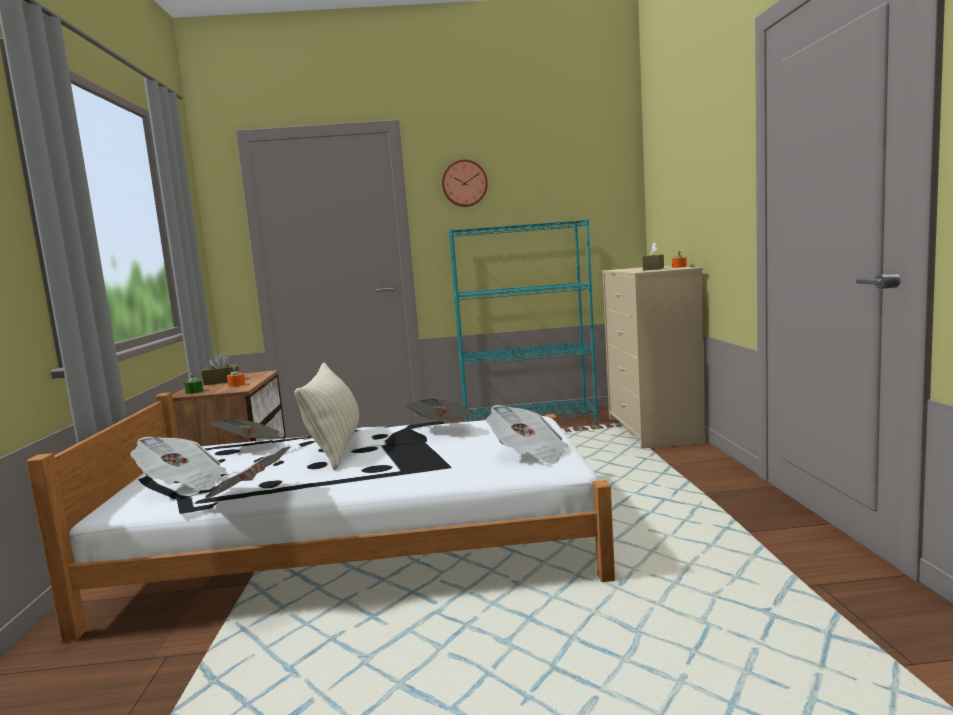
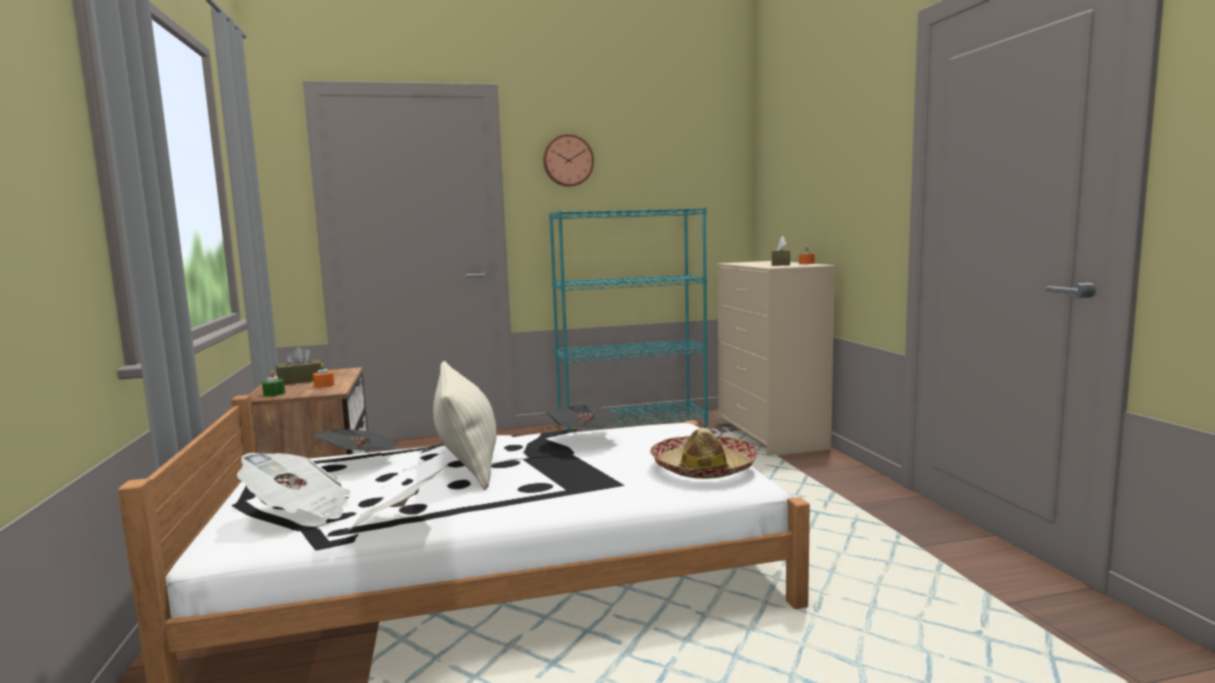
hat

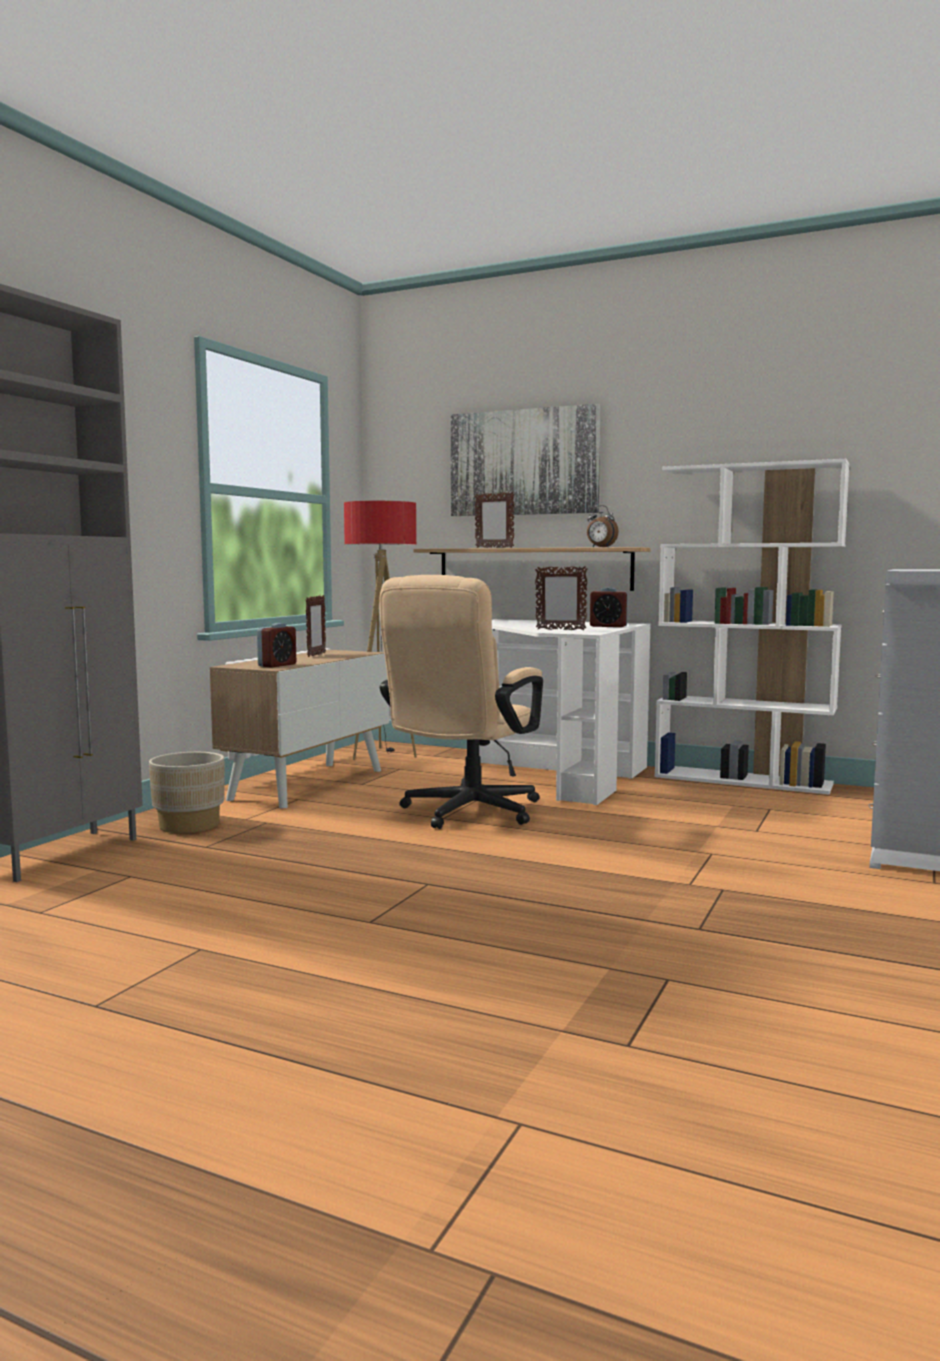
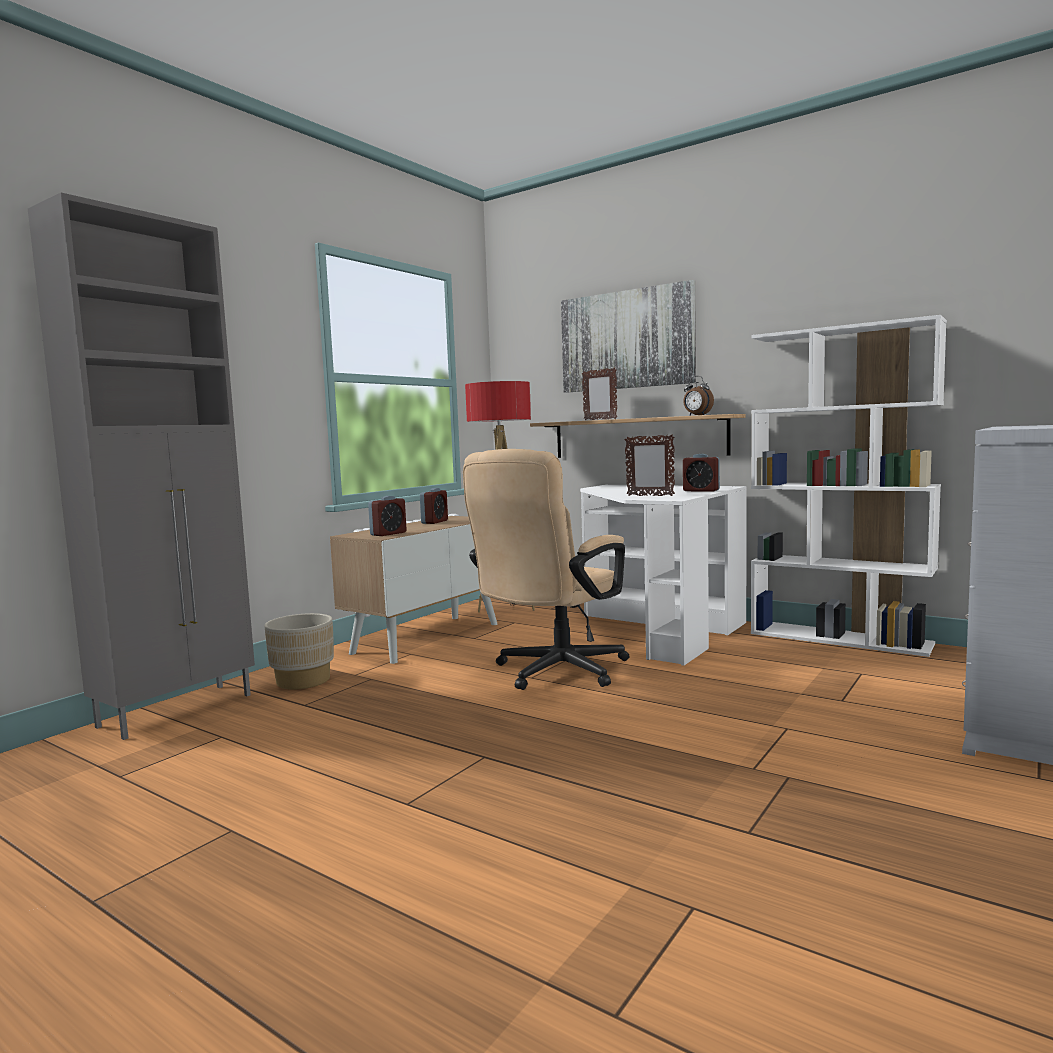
alarm clock (no. 2 from left)

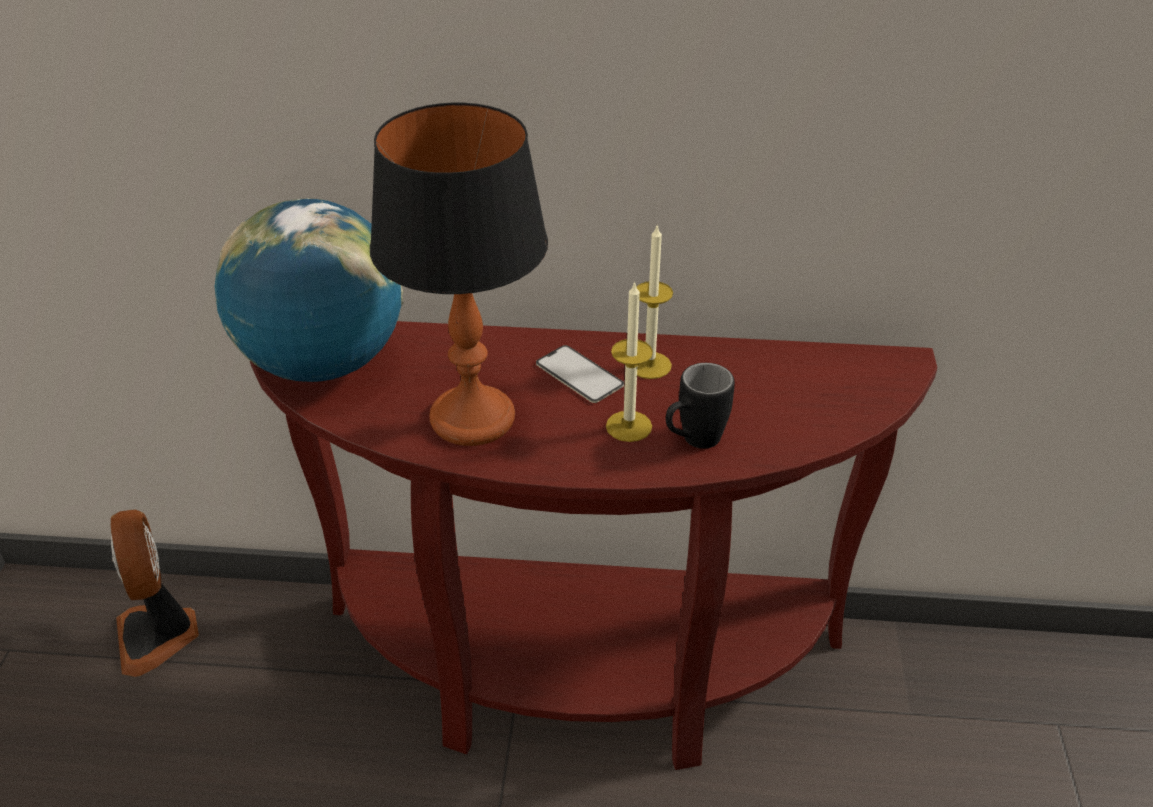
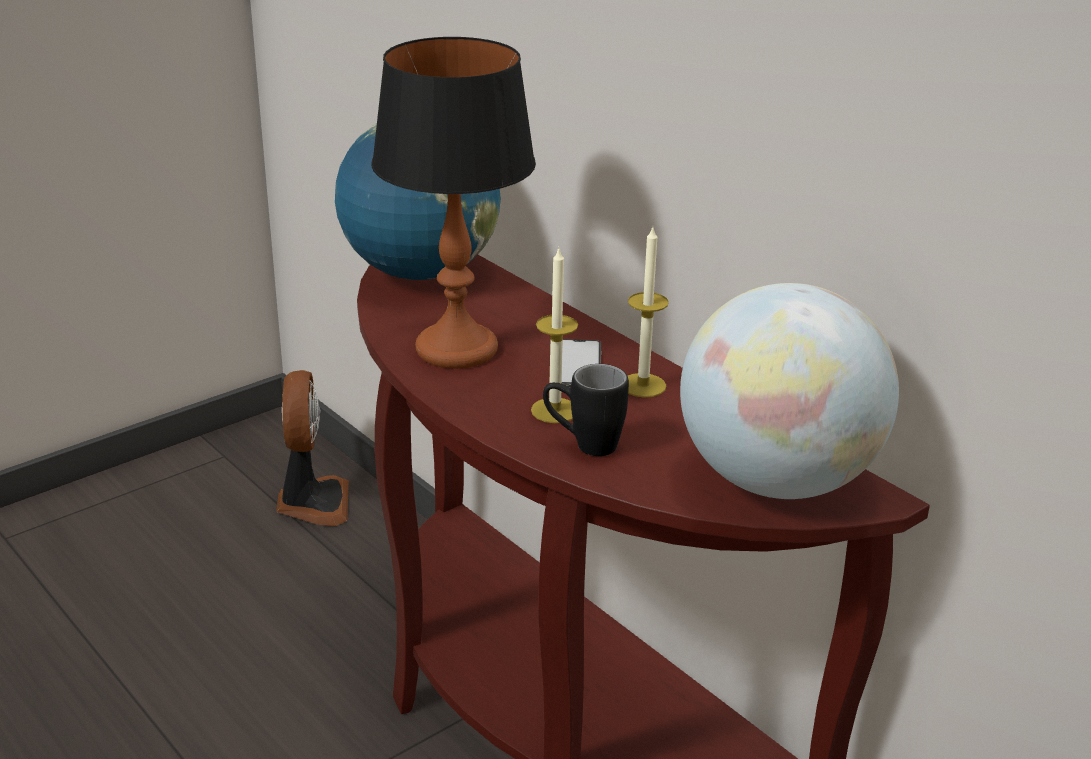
fan
globe (no. 2 from left)

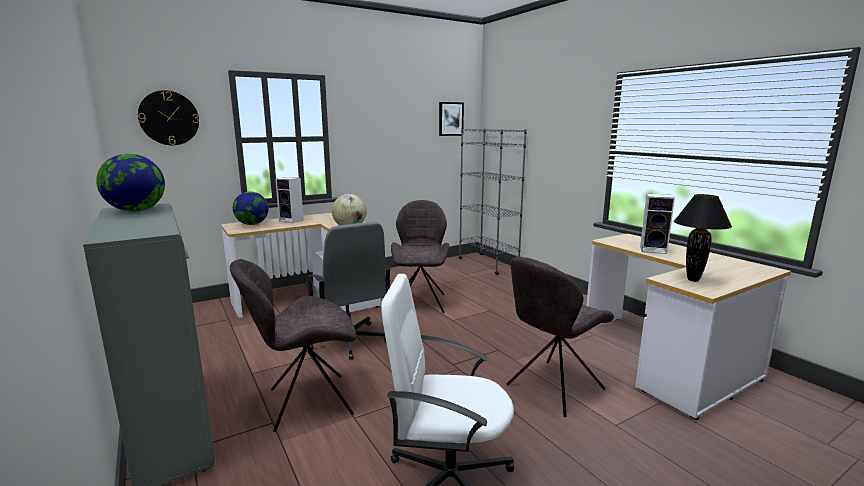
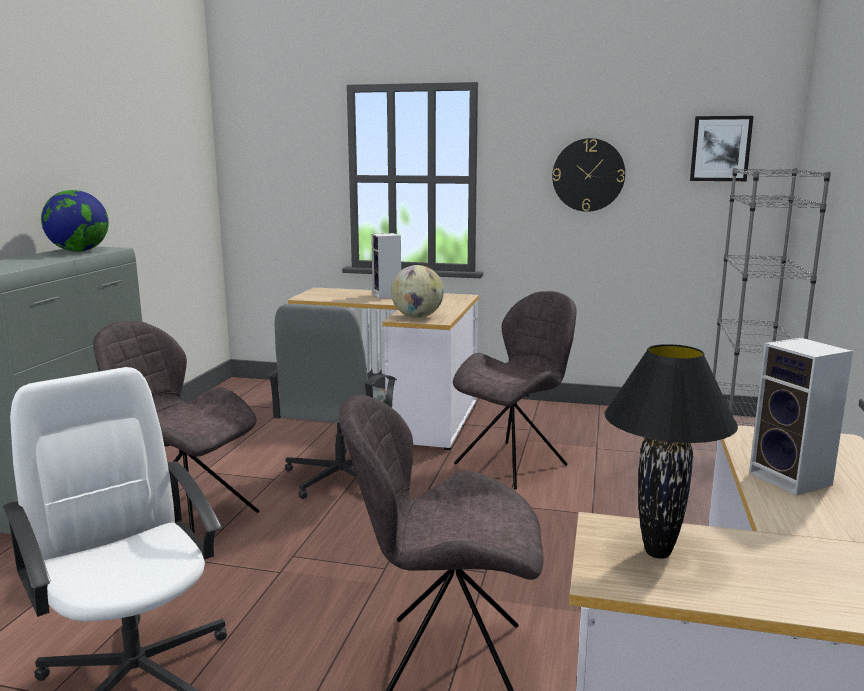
wall clock
globe (no. 2 from left in the first image)

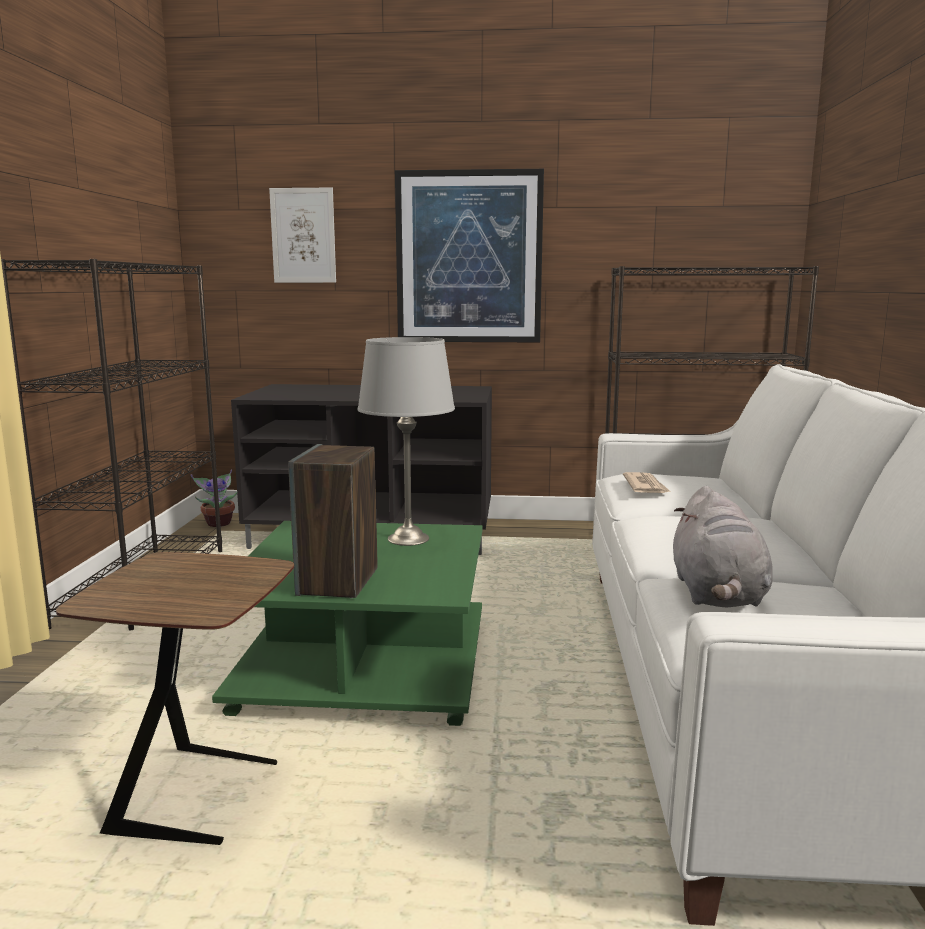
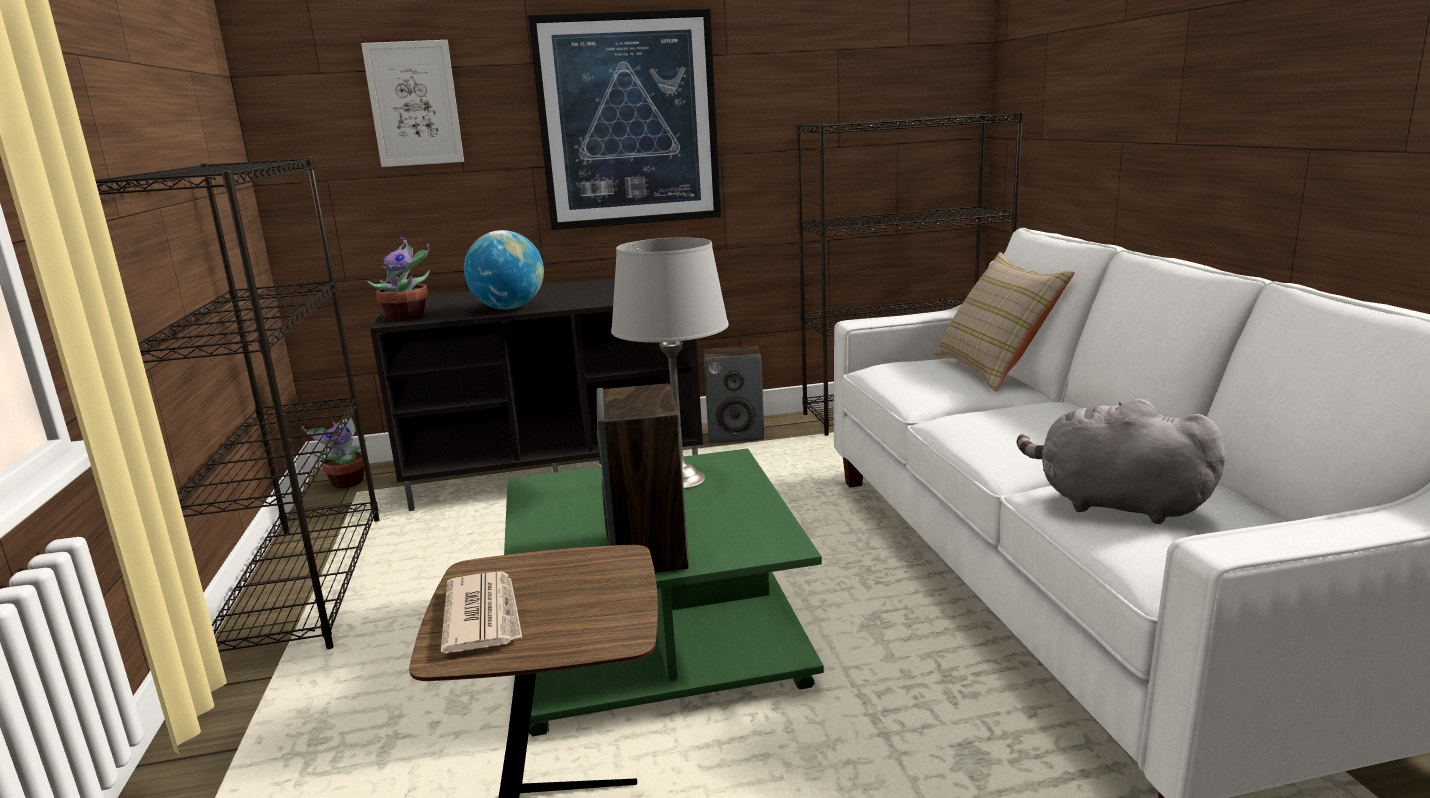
newspaper
grey plush toy
globe
potted plant (no. 2 from left)
beige pillow
speaker (no. 2 from left)

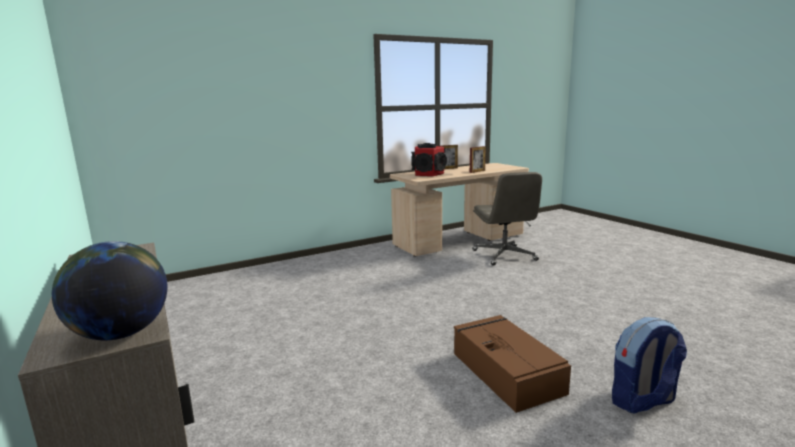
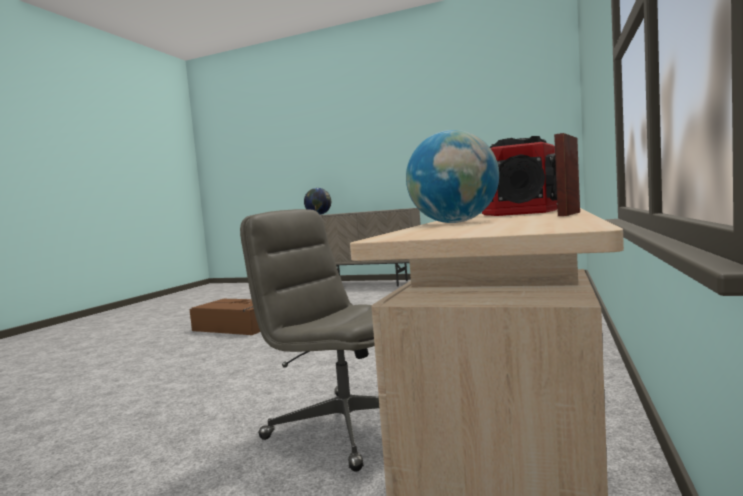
globe (no. 2 from left)
backpack

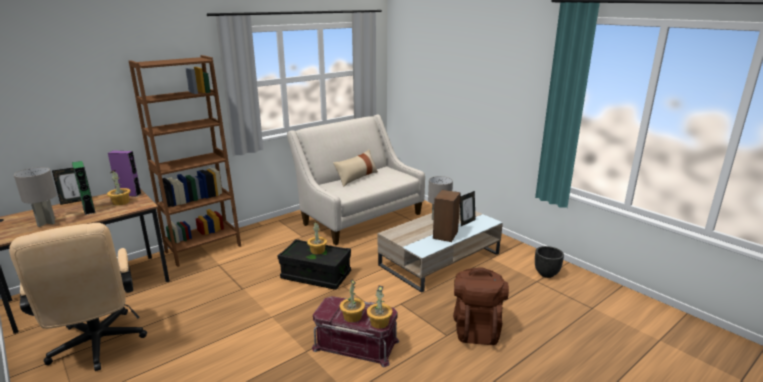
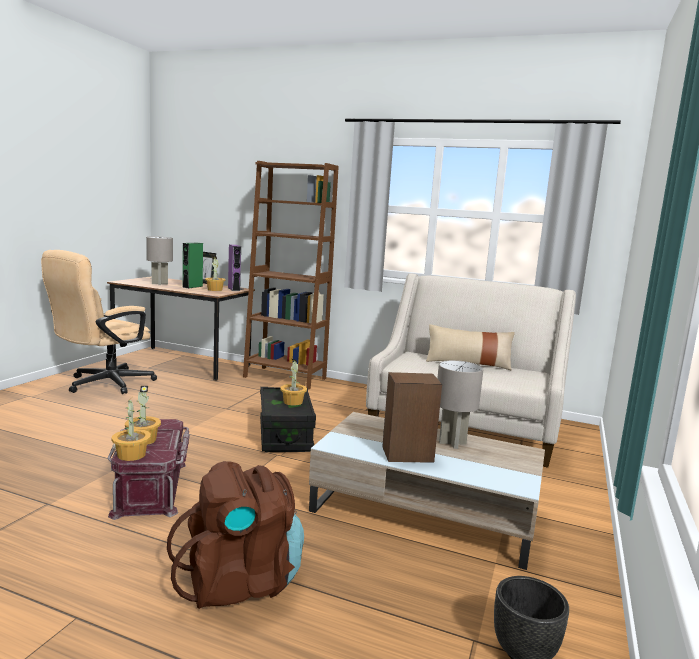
picture frame (no. 2 from left in the first image)

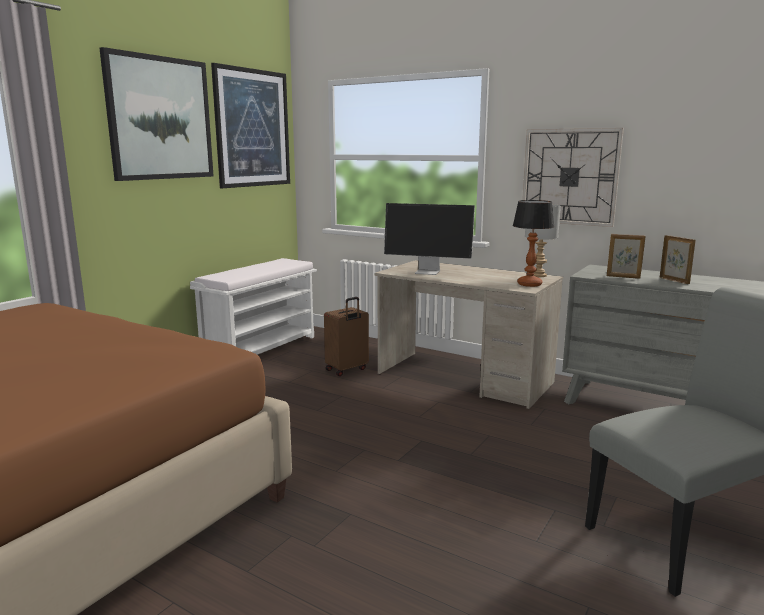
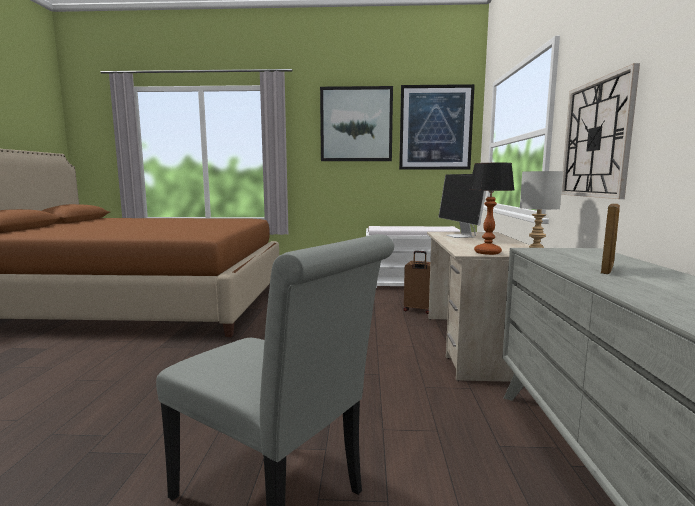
picture frame (no. 1 from left in the first image)

